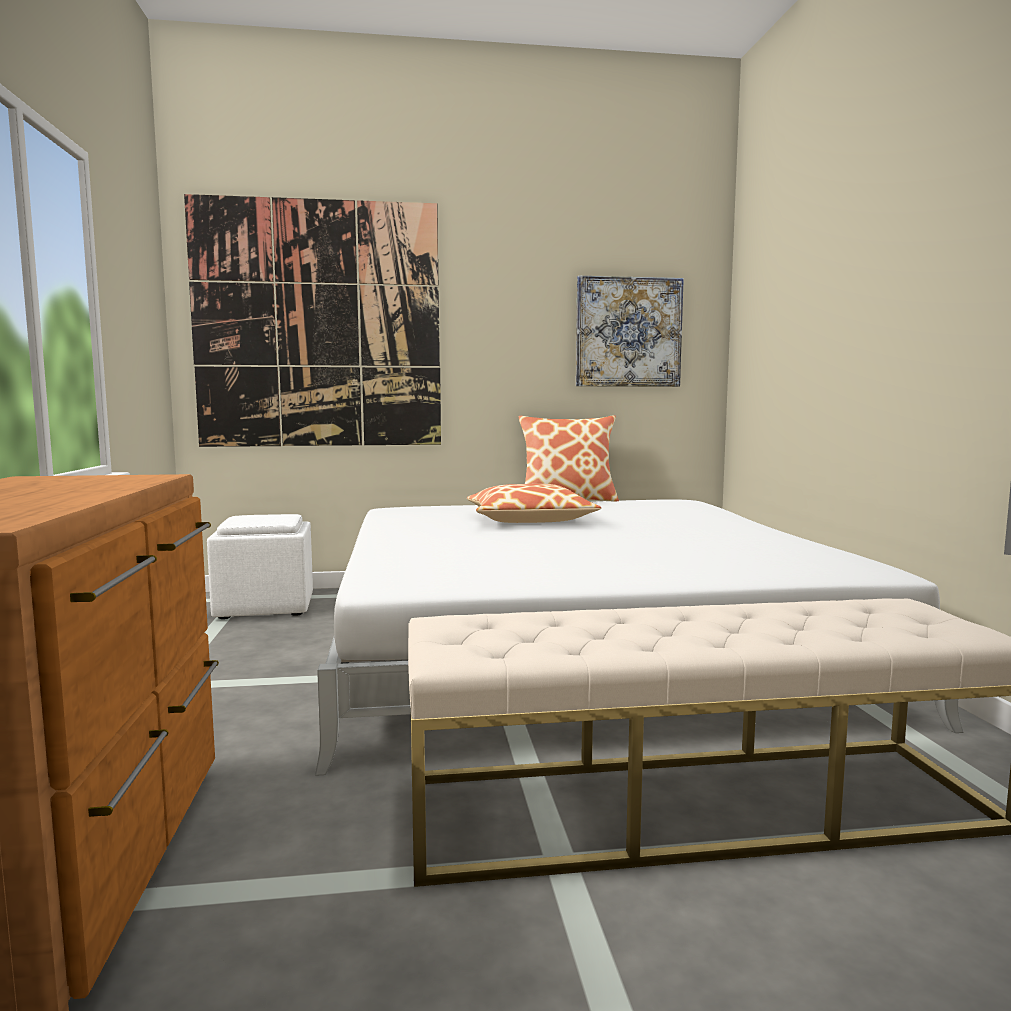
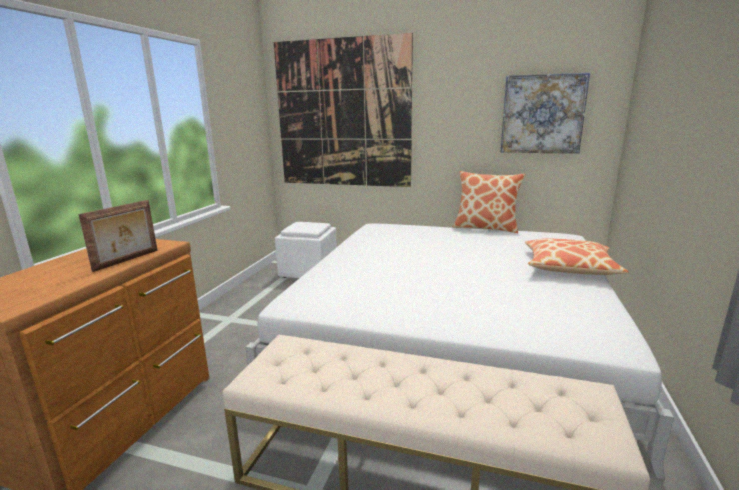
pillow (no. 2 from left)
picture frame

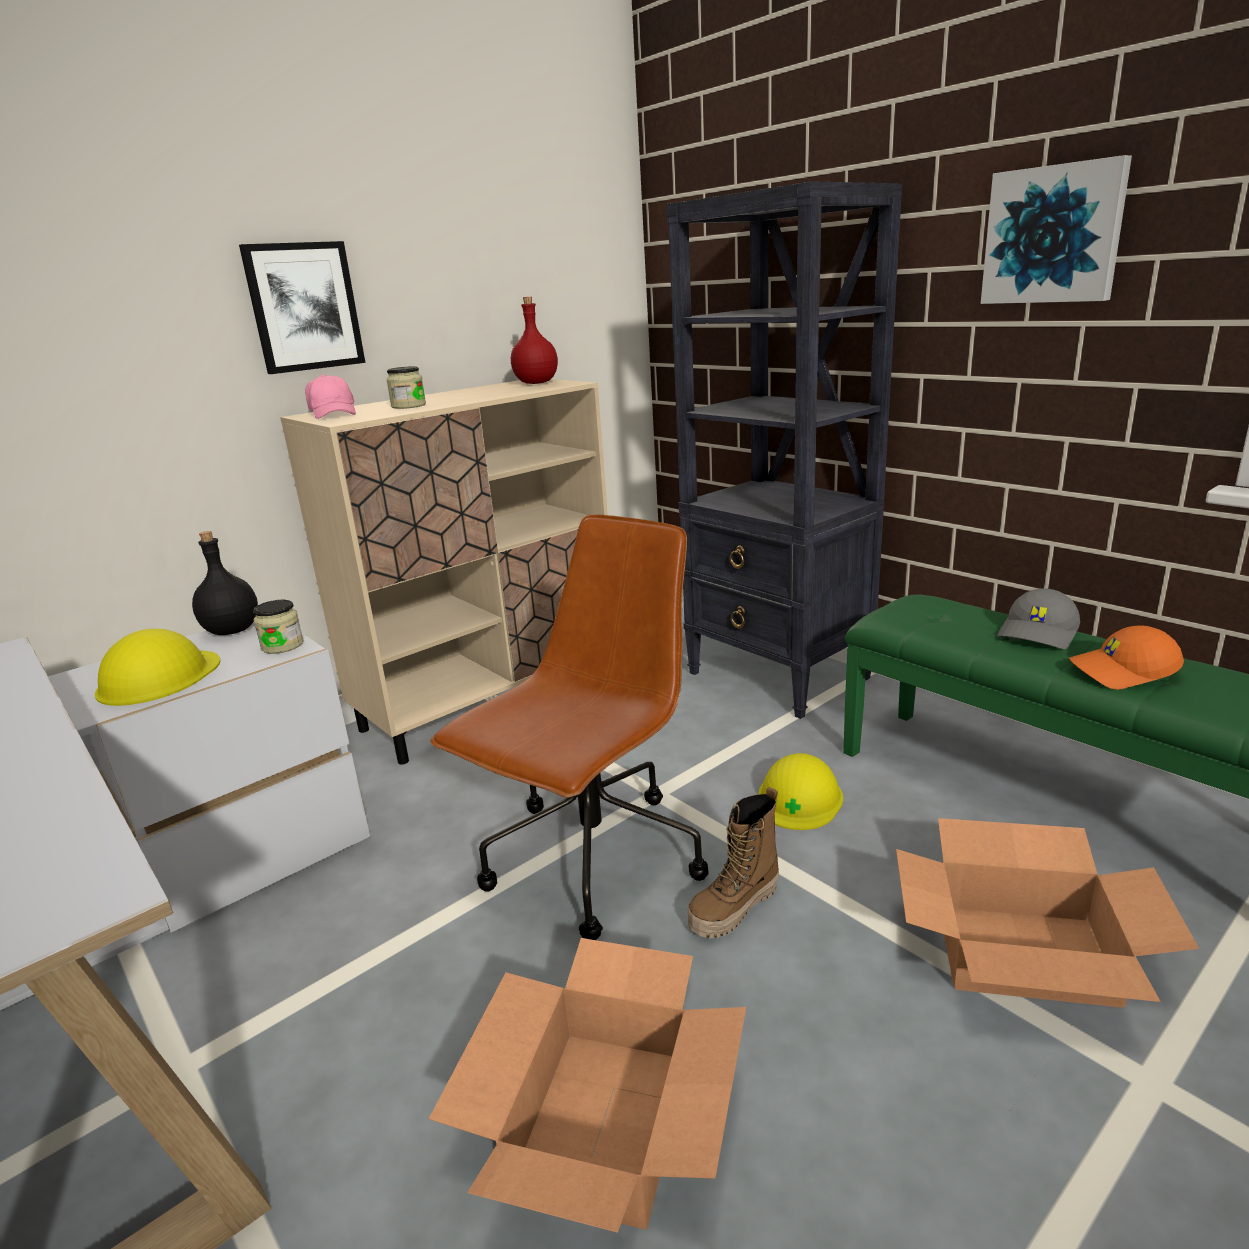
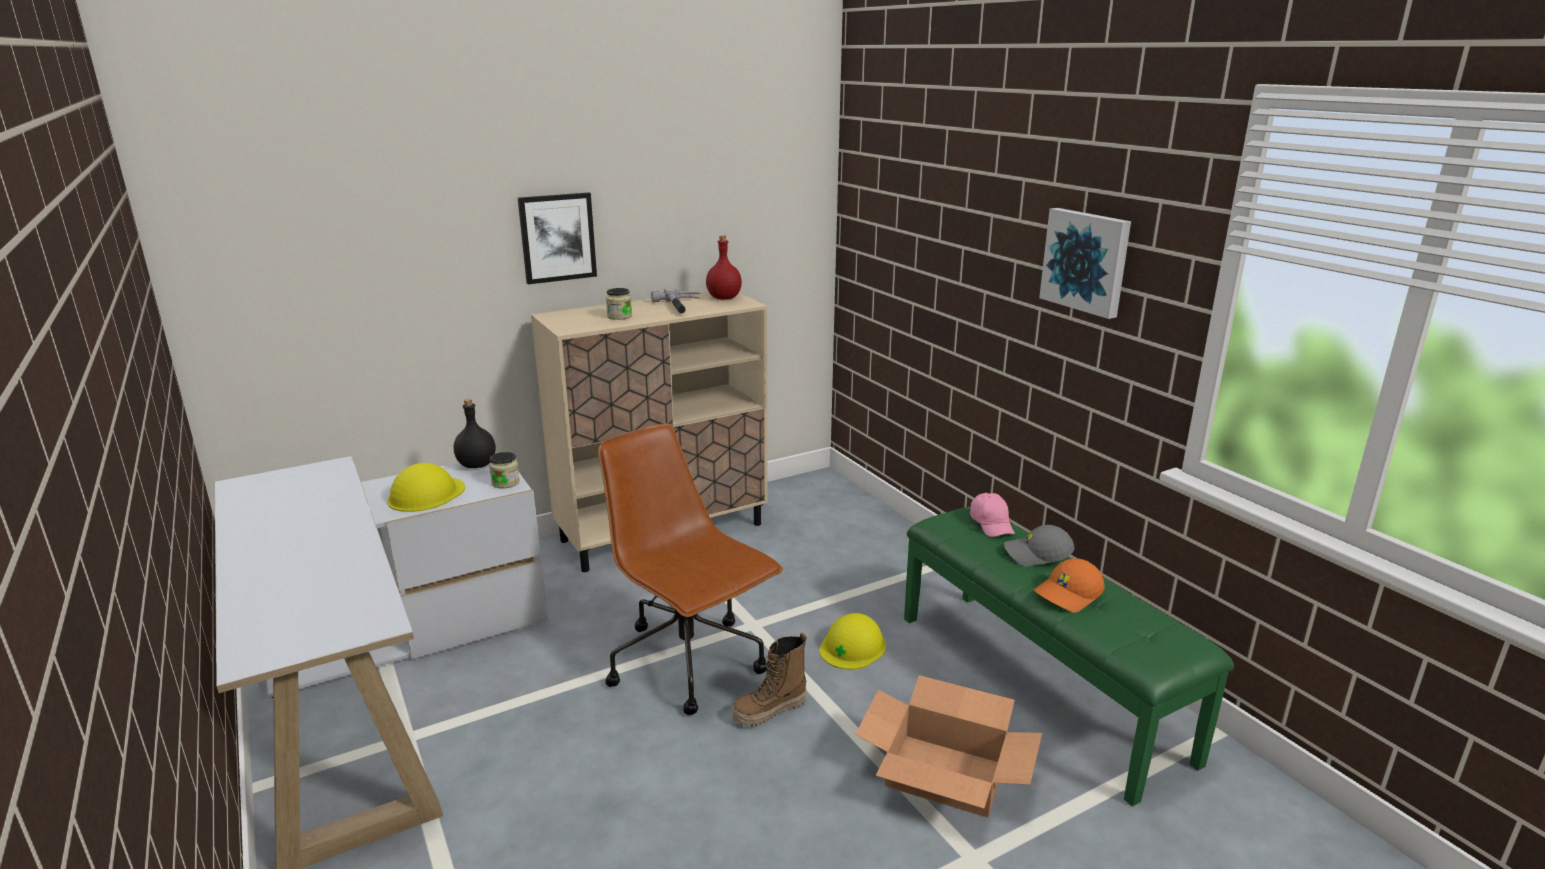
black bookcase
pink cap
brown office chair
grey cap
orange cap
cardboard box (no. 1 from left in the first image)
hammer

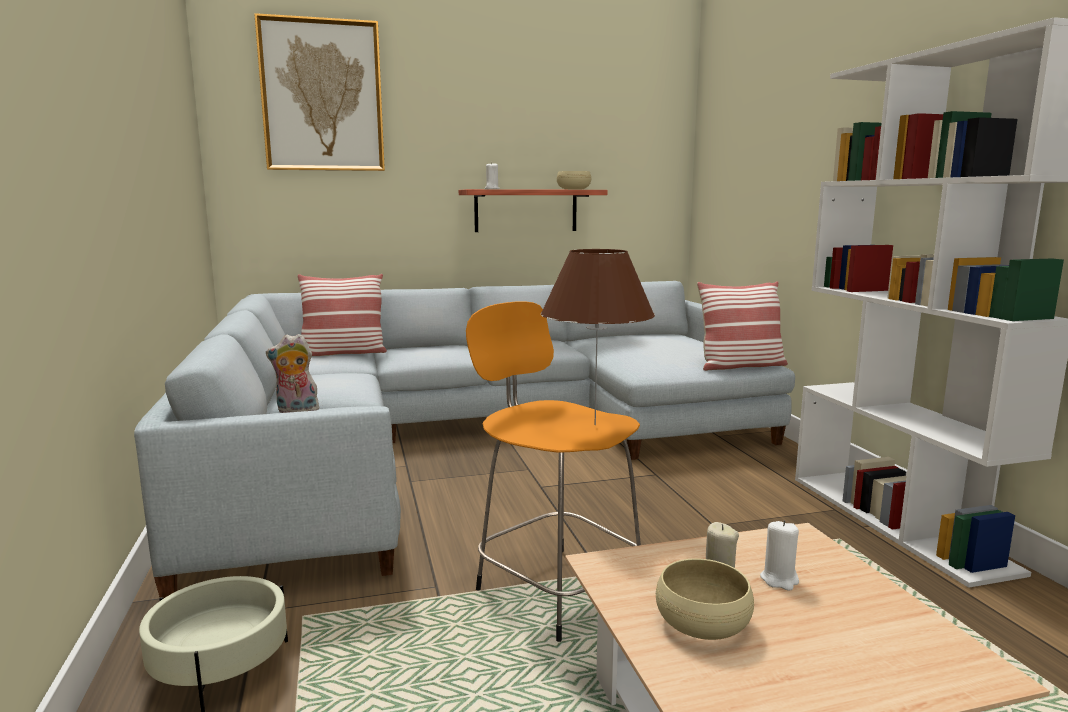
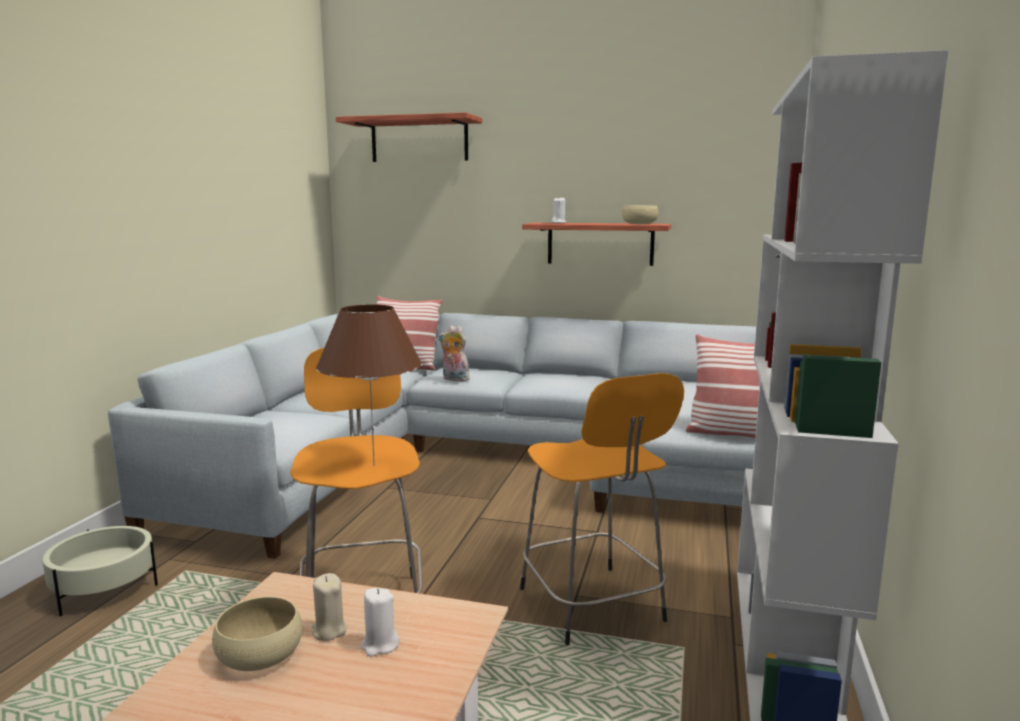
shelf (no. 1 from left)
plush toy
orange stool (no. 2 from left)

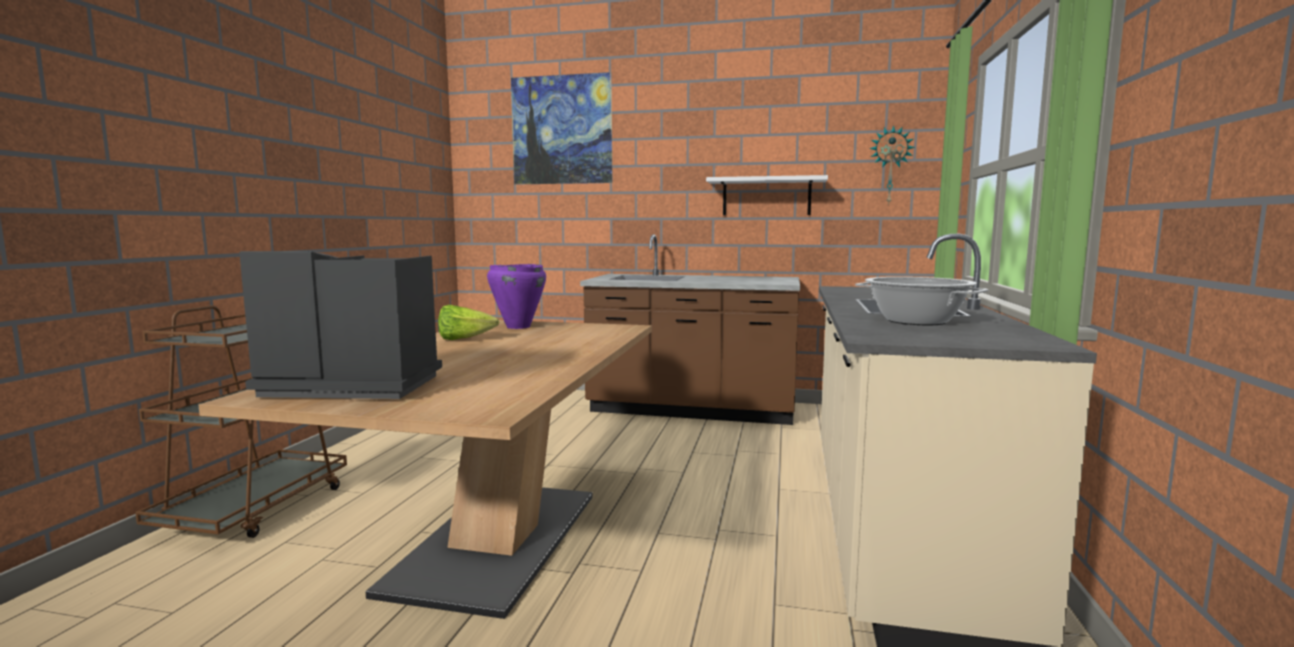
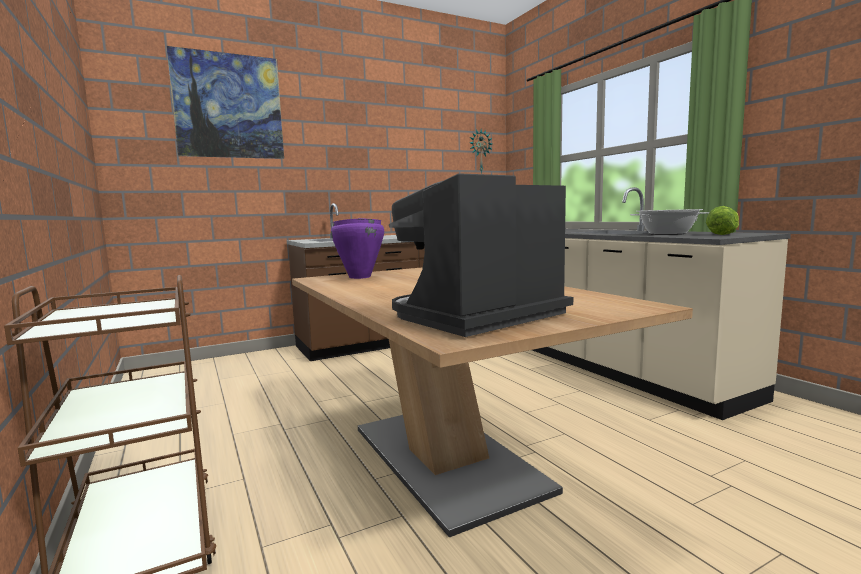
white shelf
lettuce

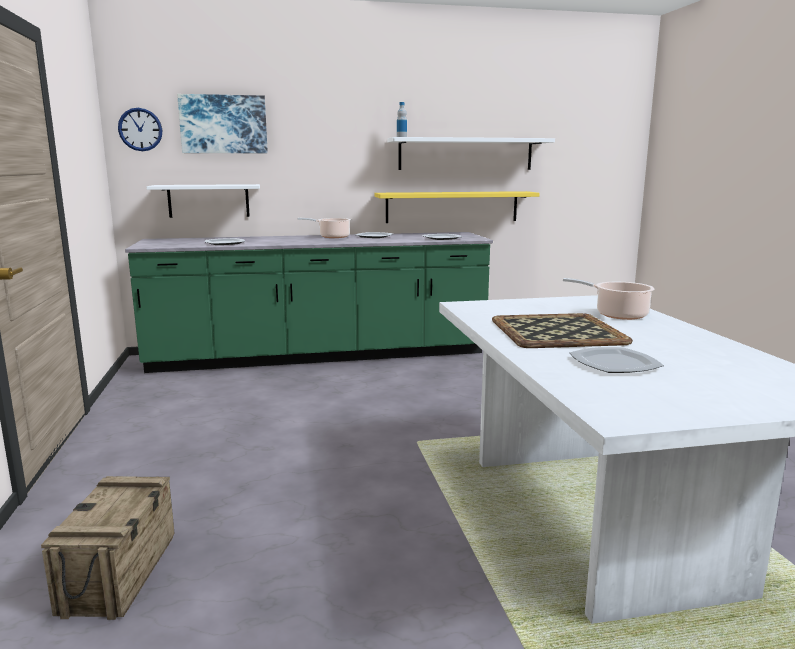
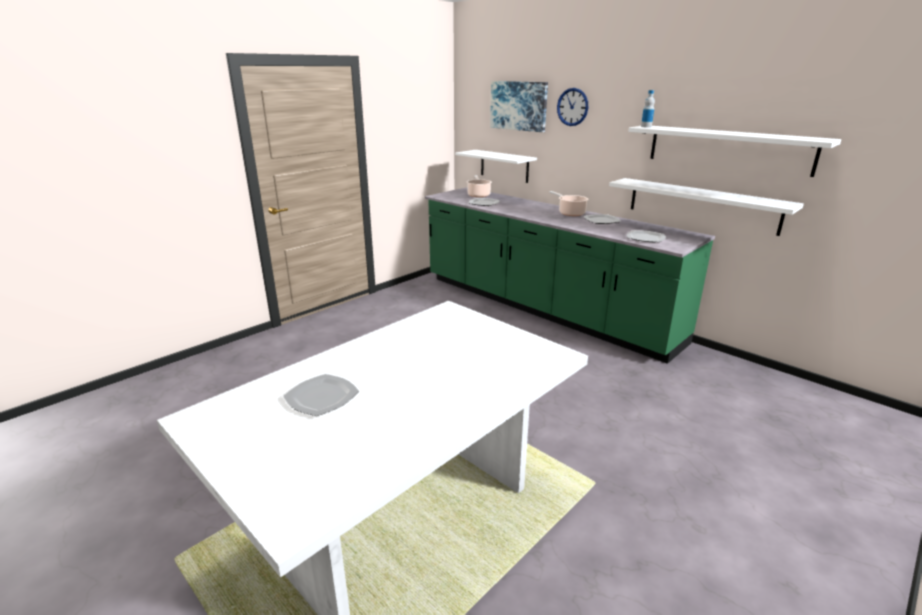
wall clock
white shelf (no. 2 from left)
cooking pot (no. 1 from left)
tray
crate

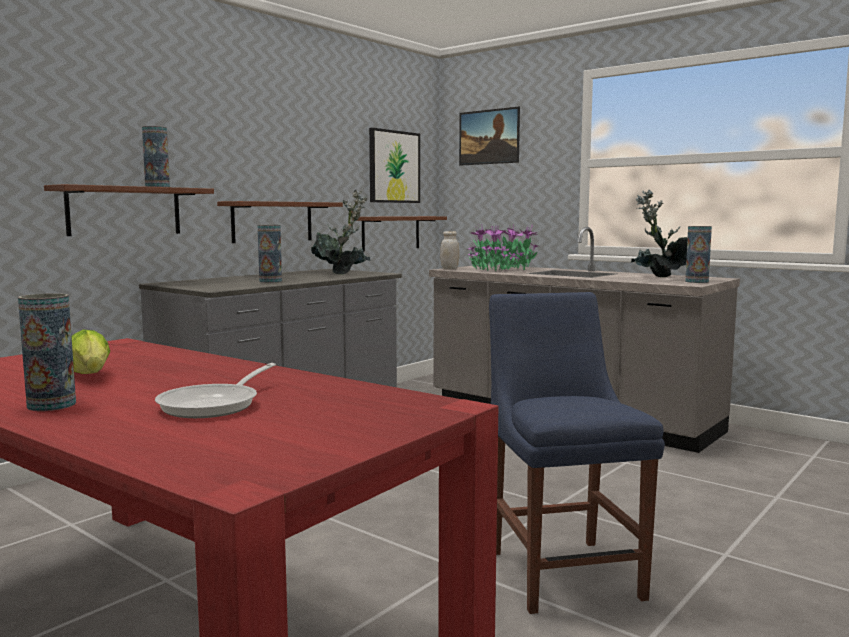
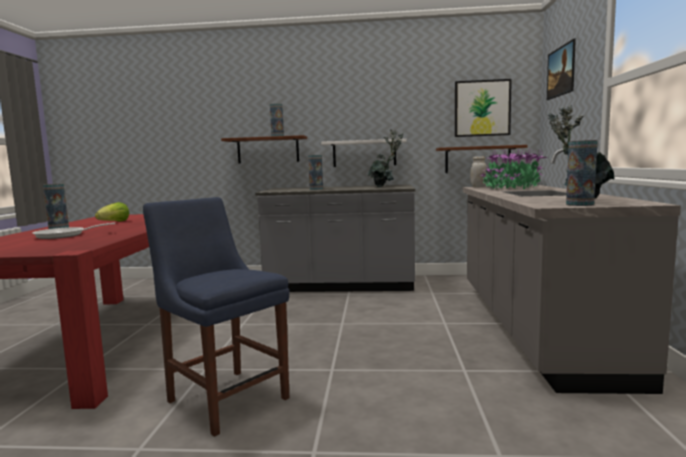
white shelf
blue chair

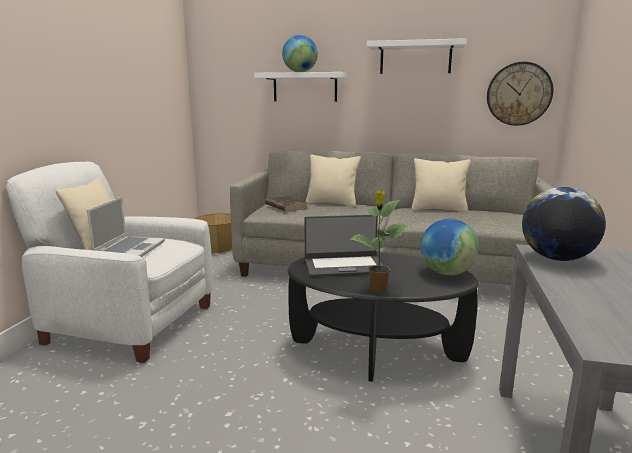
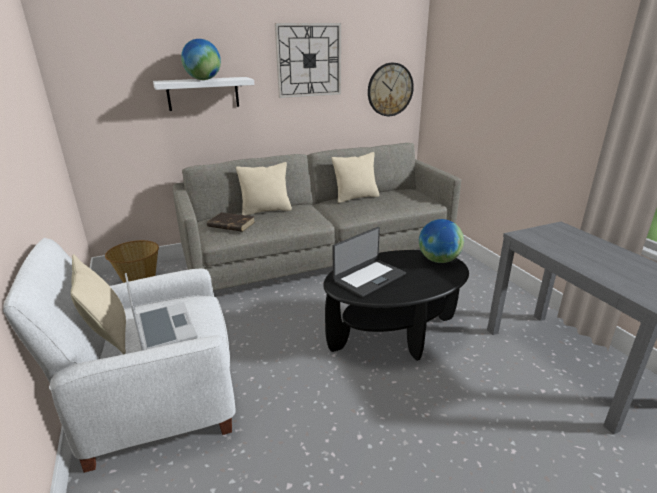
wall clock (no. 1 from left)
globe (no. 3 from left in the first image)
potted plant

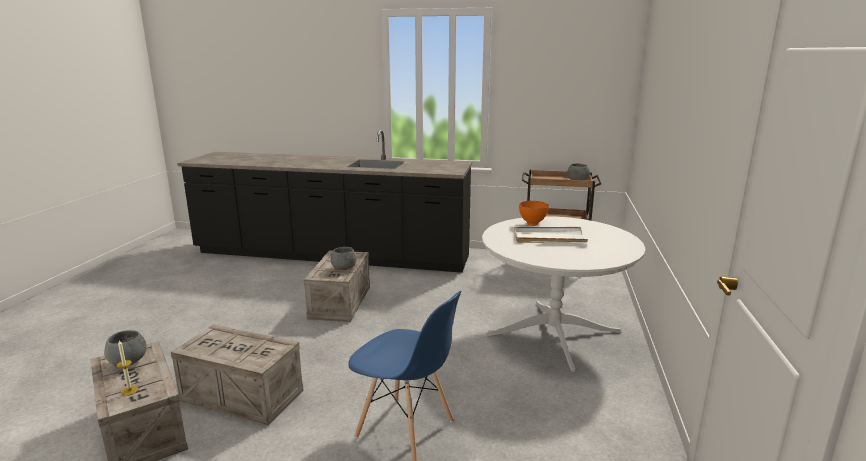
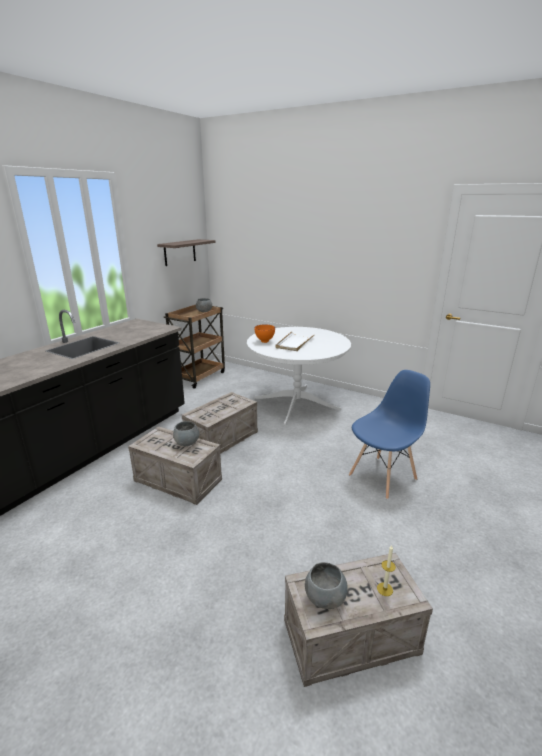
crate (no. 2 from left)
shelf

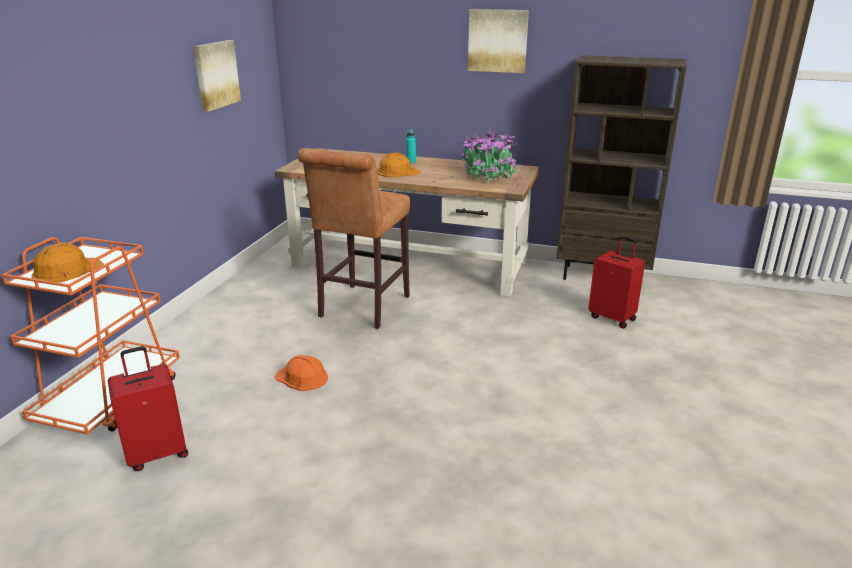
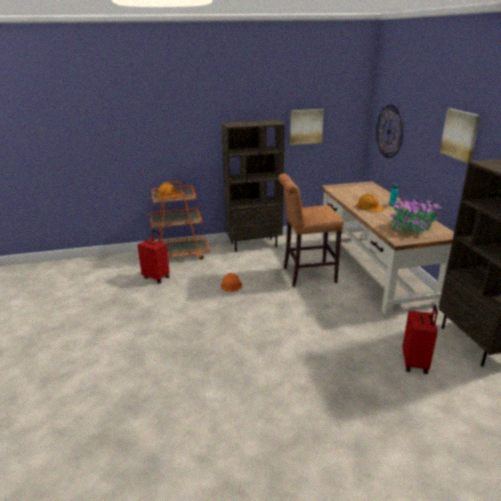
wall clock
brown bookcase (no. 1 from left)

